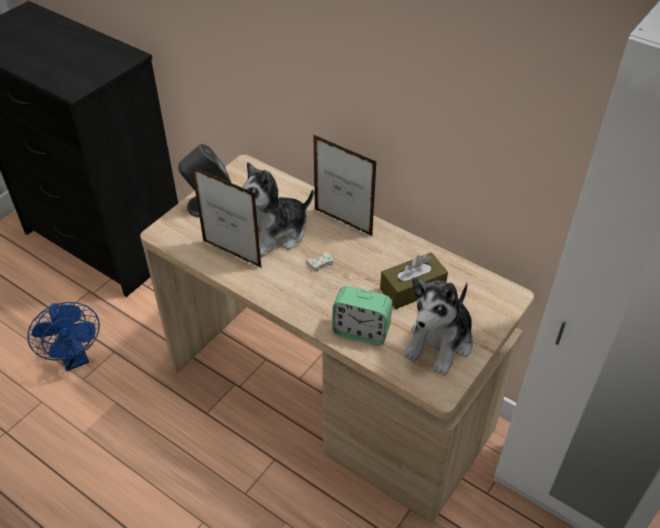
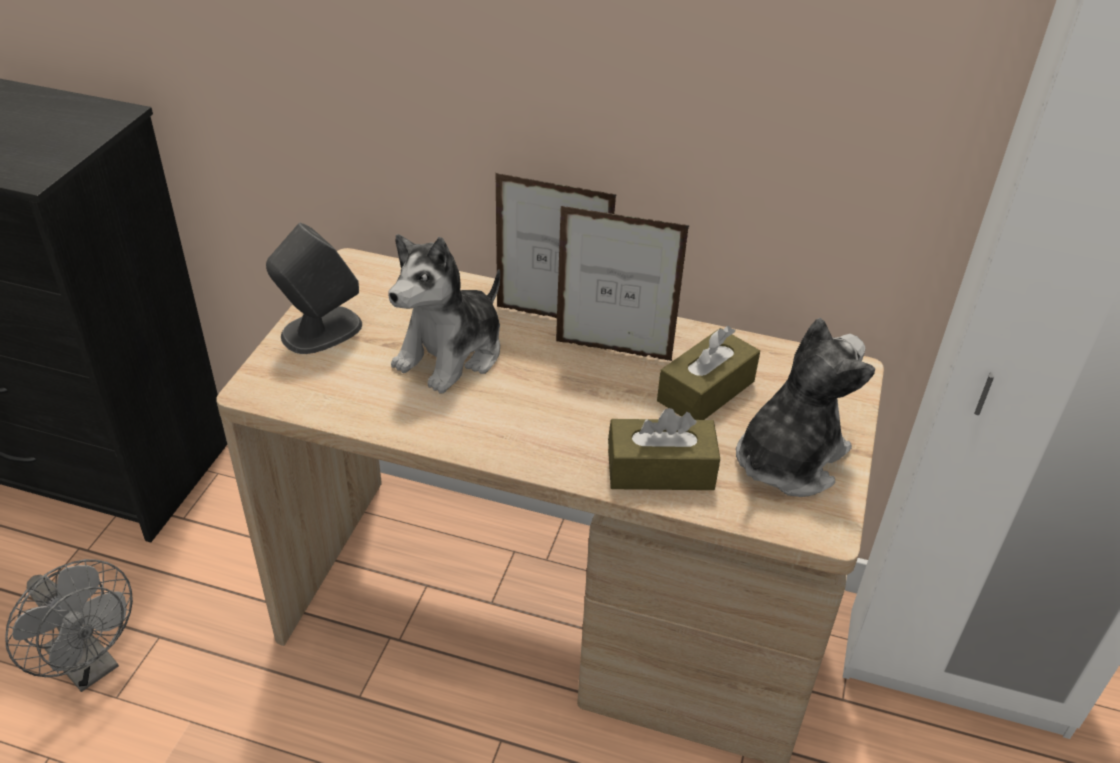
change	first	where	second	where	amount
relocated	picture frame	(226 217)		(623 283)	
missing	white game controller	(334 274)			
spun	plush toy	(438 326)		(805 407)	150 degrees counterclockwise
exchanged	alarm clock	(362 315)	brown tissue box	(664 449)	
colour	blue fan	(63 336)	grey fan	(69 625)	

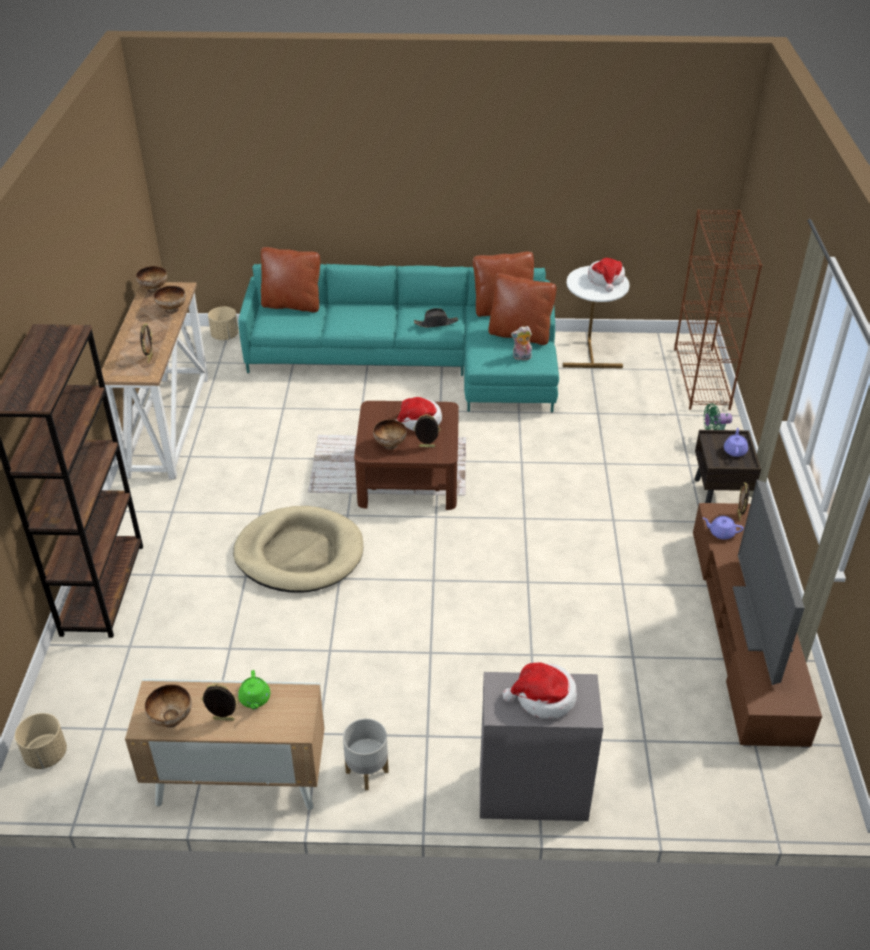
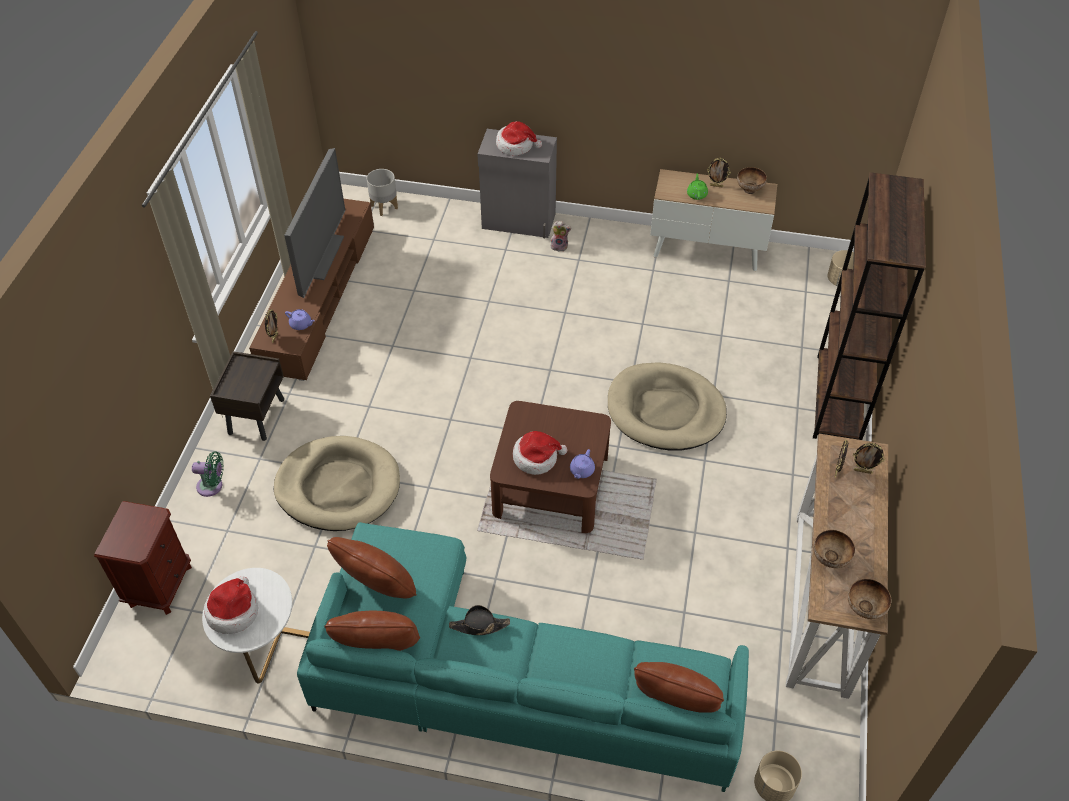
change	first	where	second	where	amount
exchanged	brown bookcase	(718 309)	brown nightstand	(143 558)	
relocated	plush toy	(521 343)		(561 236)	
relocated	picture frame	(427 430)		(869 458)	
missing	bowl	(390 435)			
relocated	purple teapot	(736 442)		(582 464)	
relocated	grey planter	(366 754)		(382 192)	
appeared			beige dog bed	(337 483)	

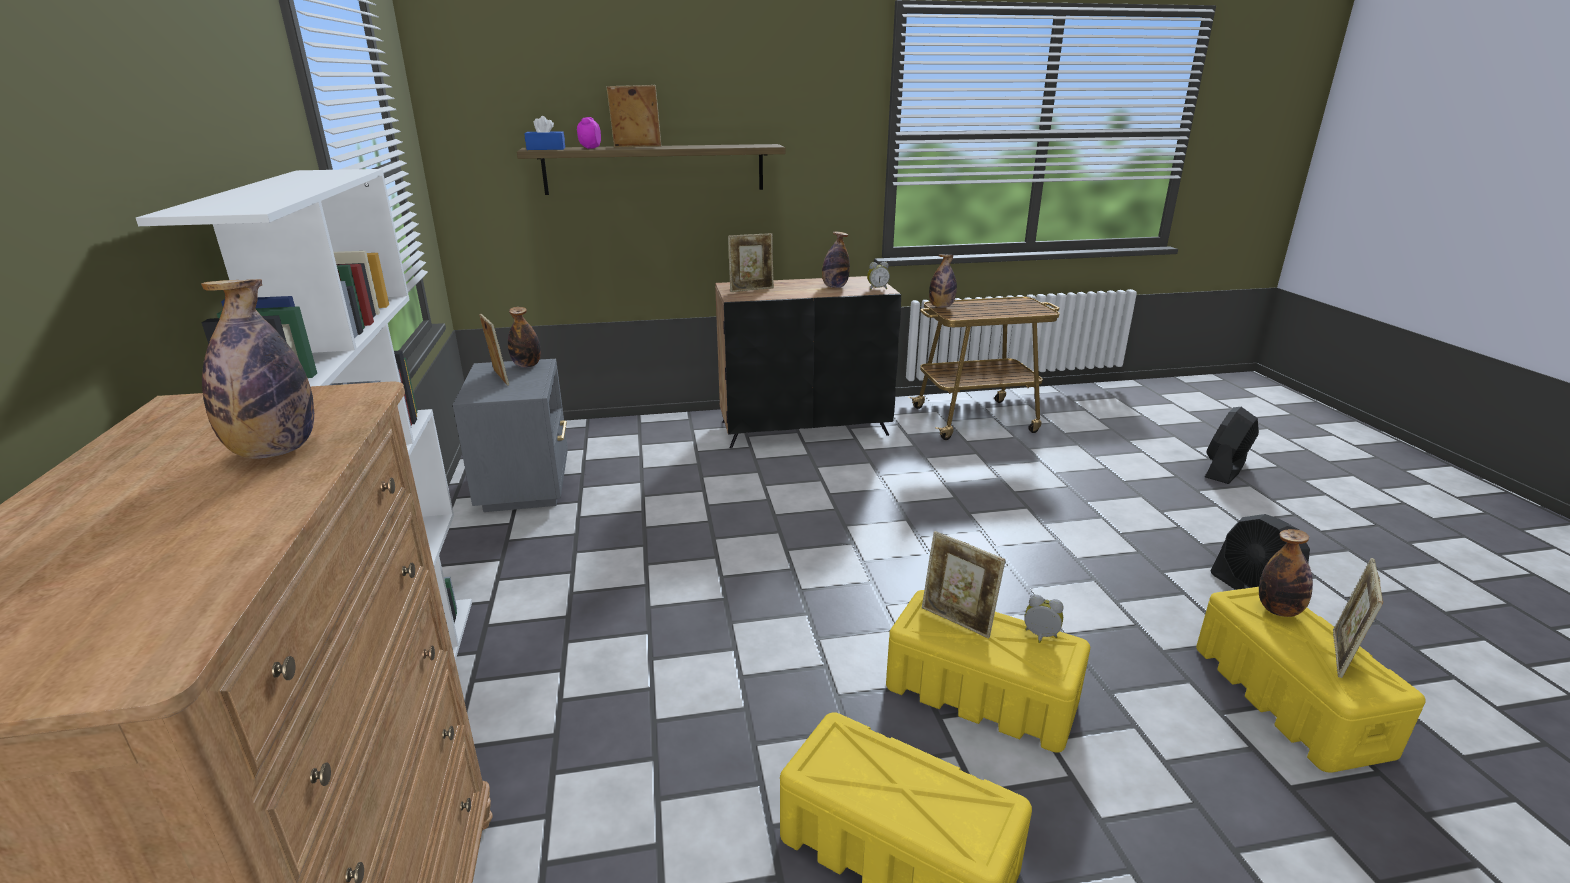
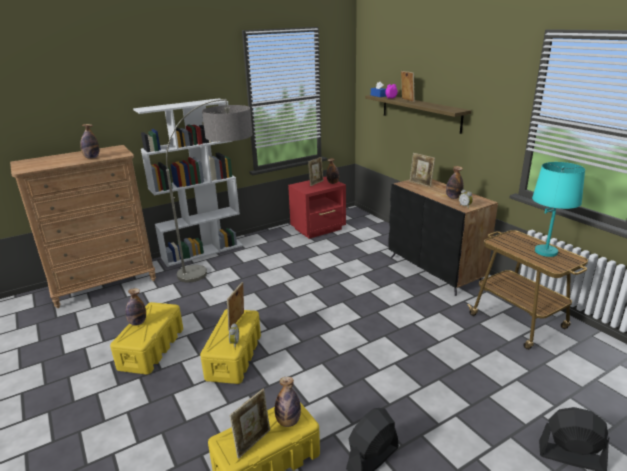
change	first	where	second	where	amount
relocated	bottle	(943 281)		(136 307)	
colour	grey nightstand	(510 435)	red nightstand	(317 207)	
spun	picture frame	(1358 618)		(250 424)	120 degrees clockwise
appeared			floor lamp	(209 191)	
appeared			turquoise table lamp	(558 209)	

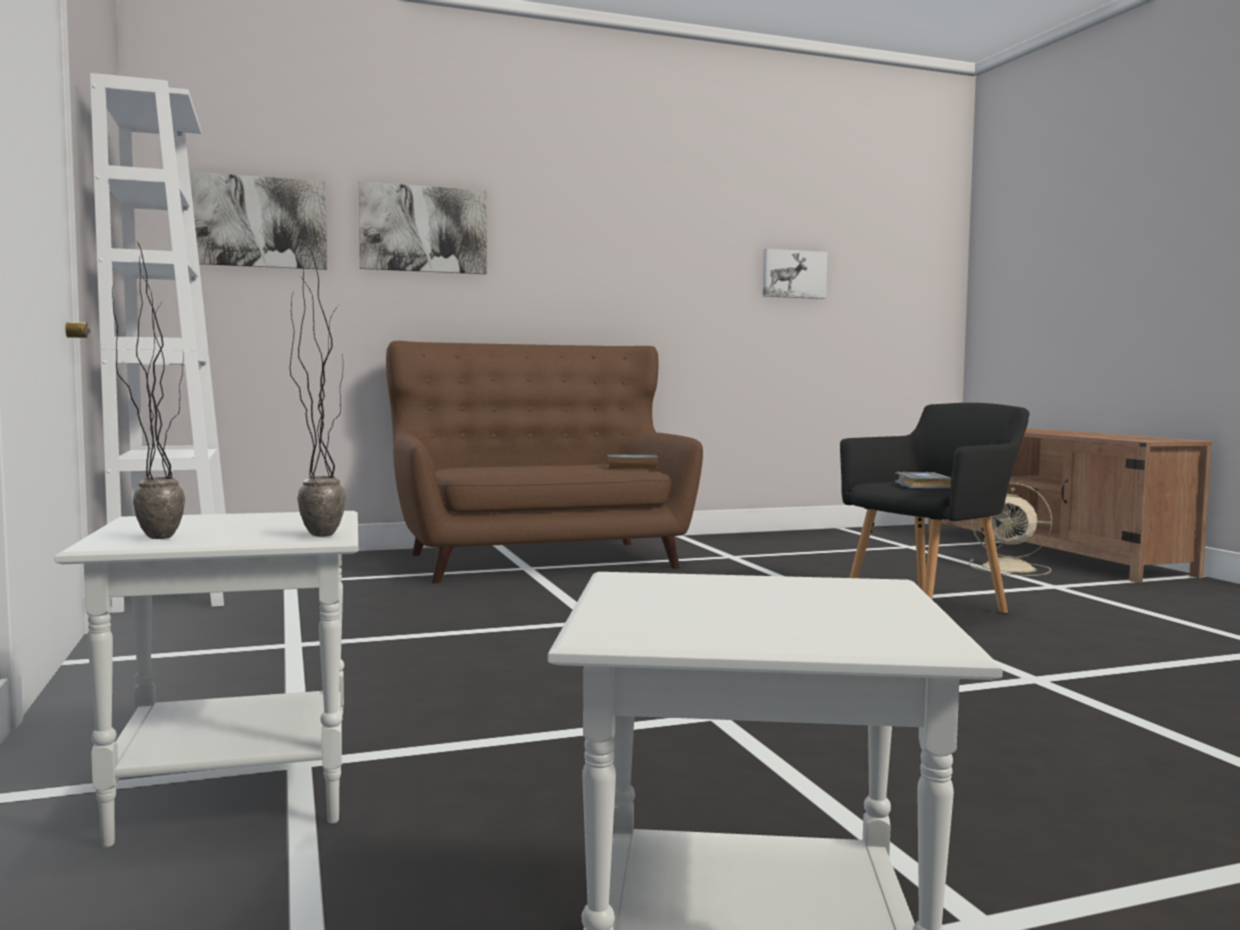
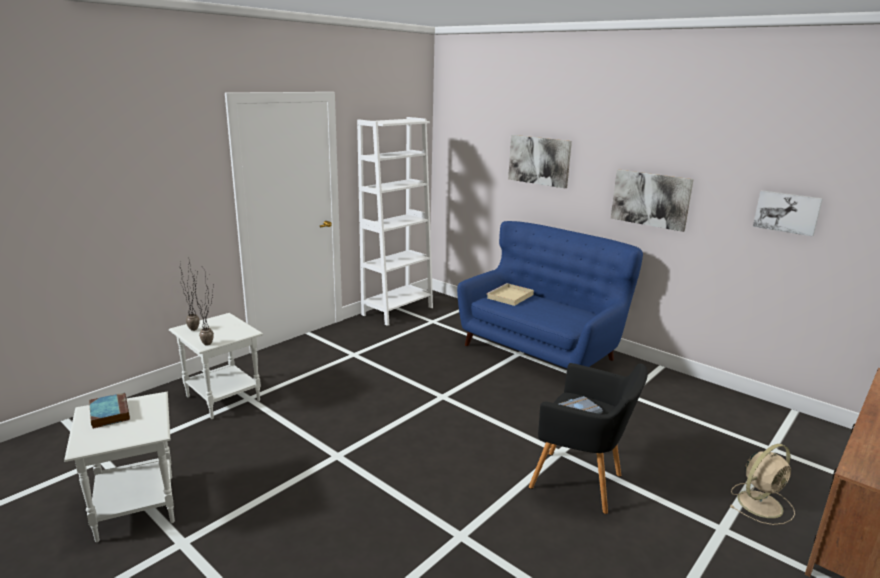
change	first	where	second	where	amount
relocated	picture	(258 221)		(652 200)	
colour	brown sofa	(544 462)	blue sofa	(550 294)	
relocated	book	(632 461)		(109 410)	
spun	beige fan	(1010 529)		(762 484)	120 degrees counterclockwise
appeared			beige tray	(510 294)	

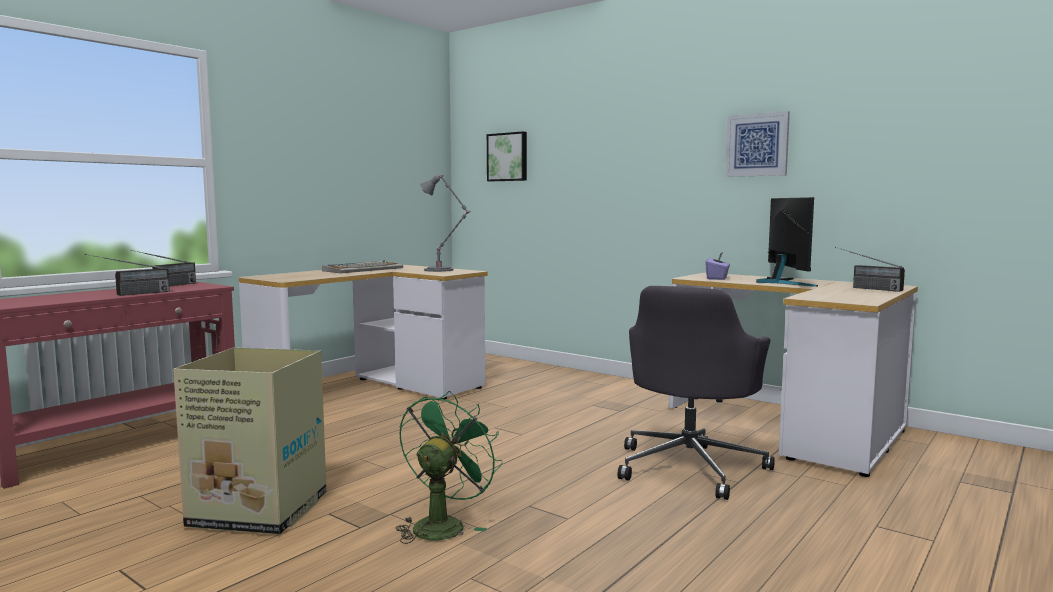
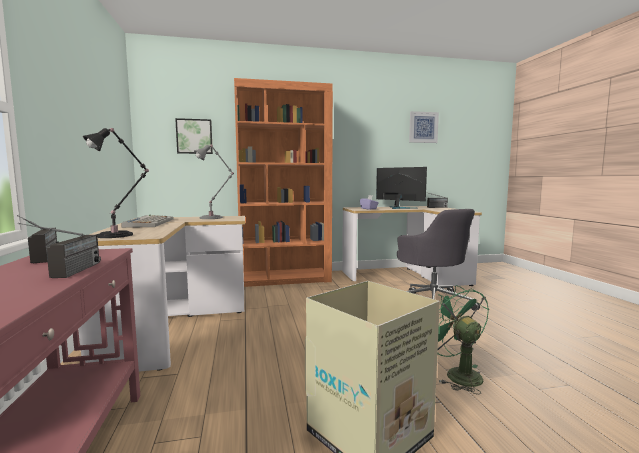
change	first	where	second	where	amount
relocated	picture	(757 144)		(424 127)	
appeared			orange bookcase	(283 182)	
appeared			black table lamp	(116 183)	

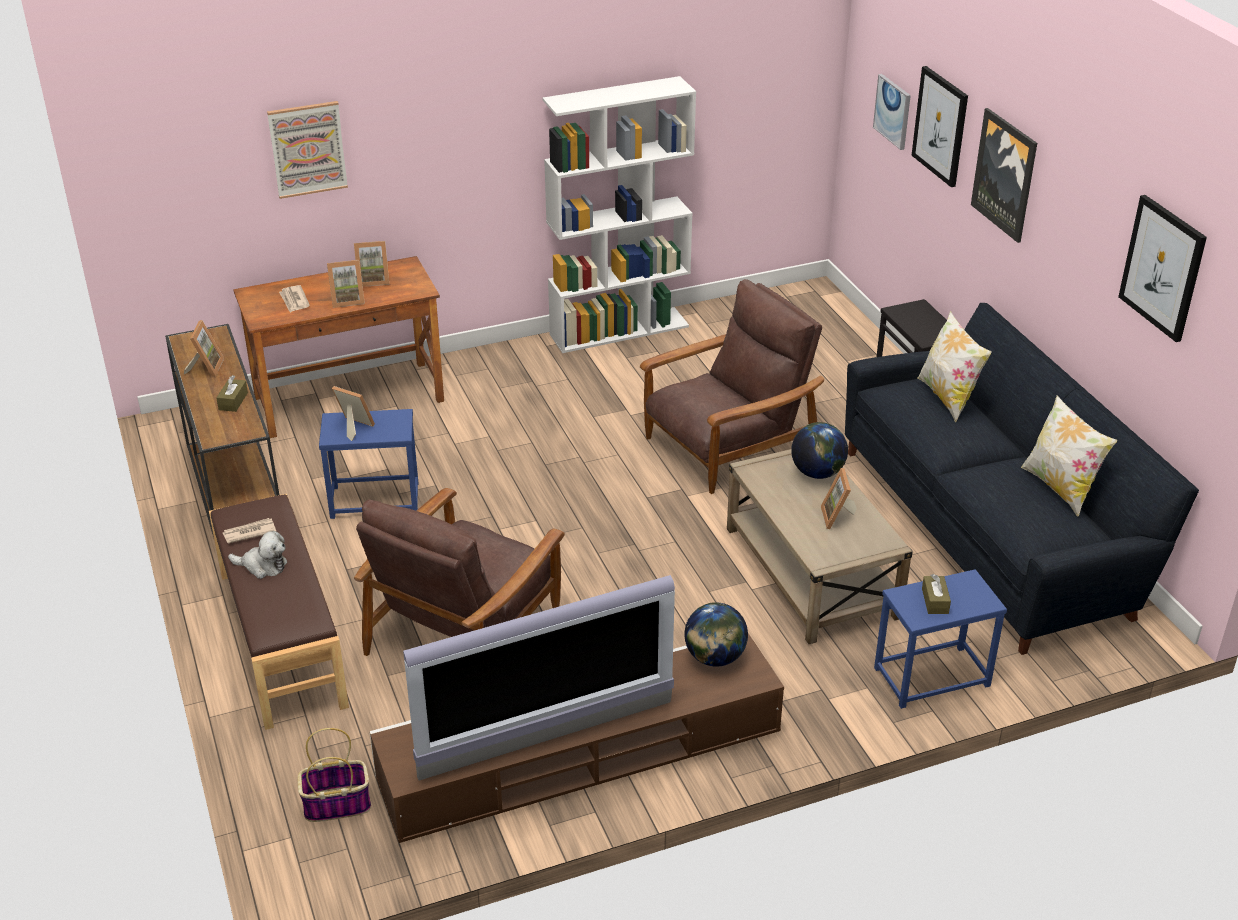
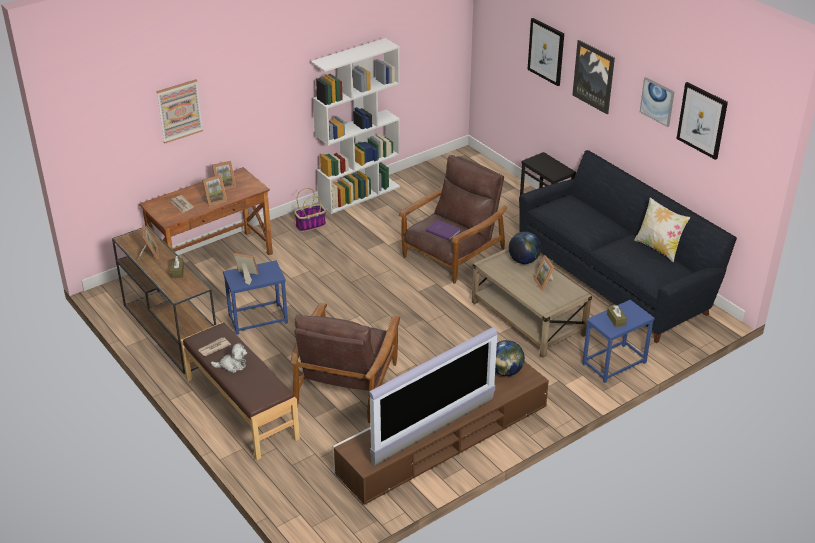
change	first	where	second	where	amount
relocated	picture	(892 112)		(657 102)	
missing	pillow	(955 366)			
relocated	basket	(334 775)		(310 210)	
appeared			purple book	(443 230)	

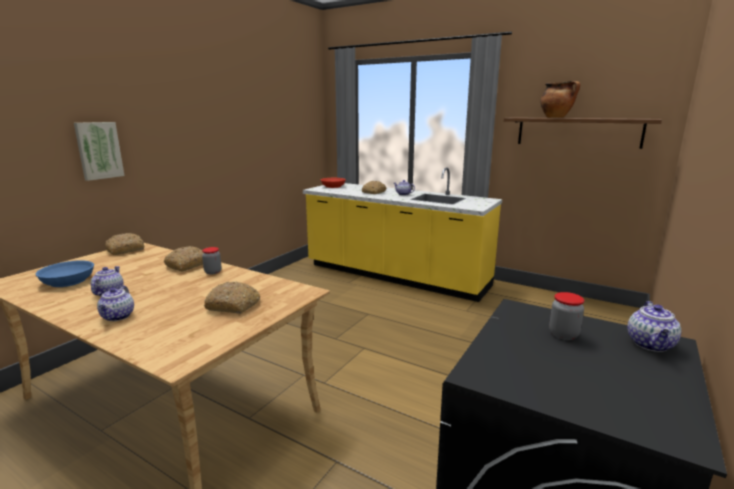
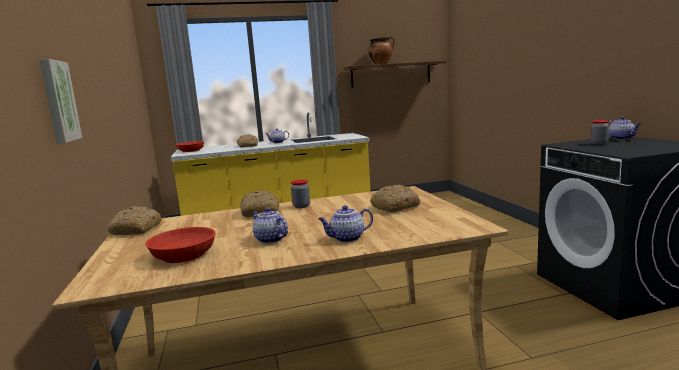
change	first	where	second	where	amount
colour	blue bowl	(64 273)	red bowl	(180 245)	
spun	teapot	(115 303)		(345 223)	120 degrees clockwise

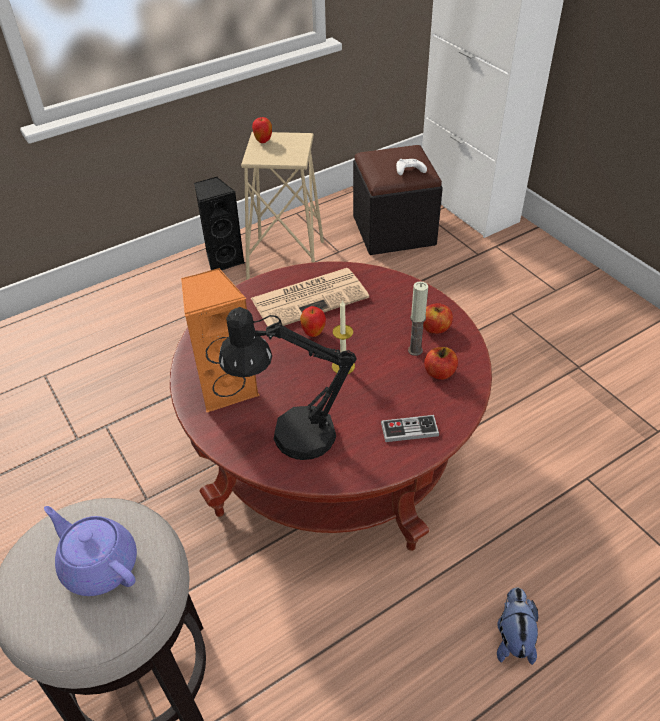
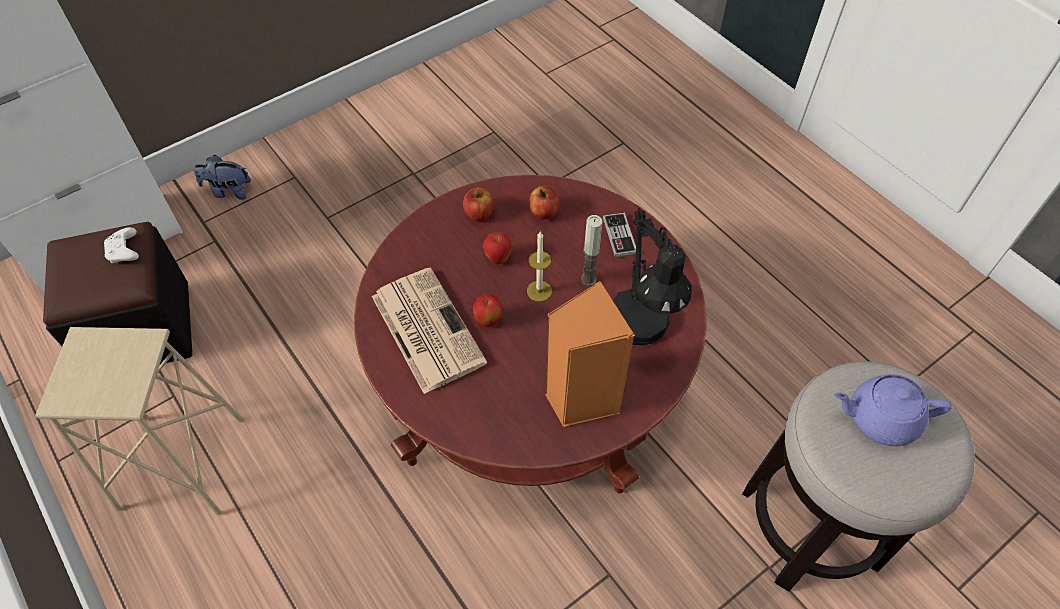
change	first	where	second	where	amount
relocated	apple	(262 130)		(497 248)	
missing	black speaker	(219 223)			
relocated	candle	(418 318)		(592 250)	
spun	purple teapot	(90 551)		(893 410)	60 degrees clockwise
relocated	plush toy	(517 626)		(222 177)	

